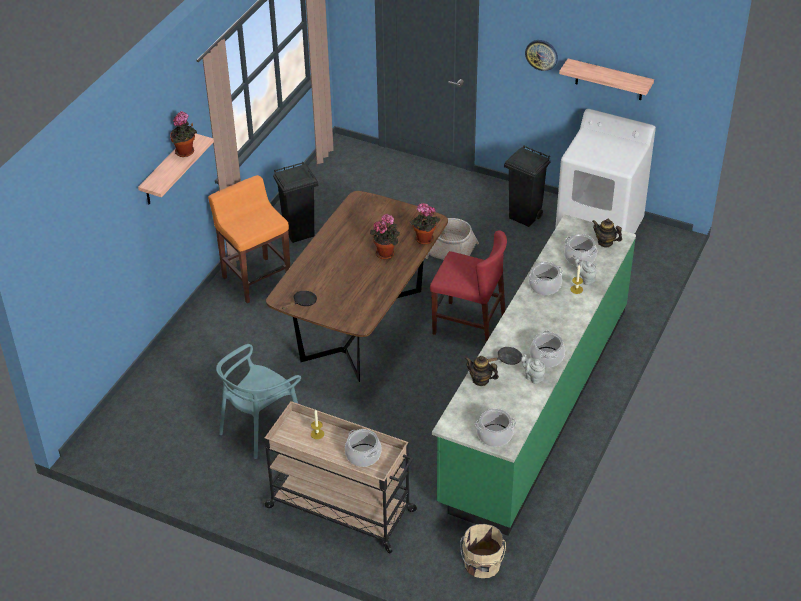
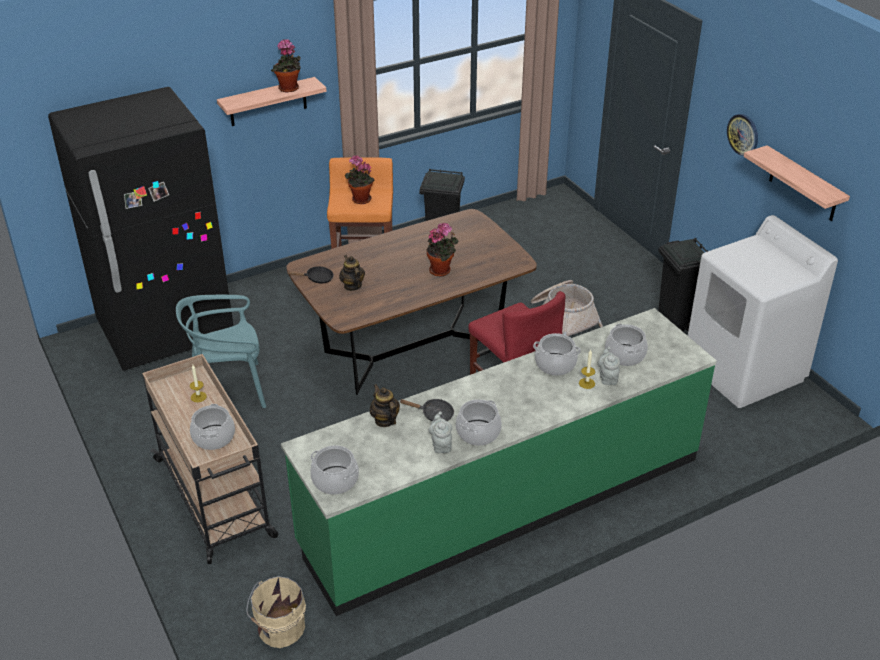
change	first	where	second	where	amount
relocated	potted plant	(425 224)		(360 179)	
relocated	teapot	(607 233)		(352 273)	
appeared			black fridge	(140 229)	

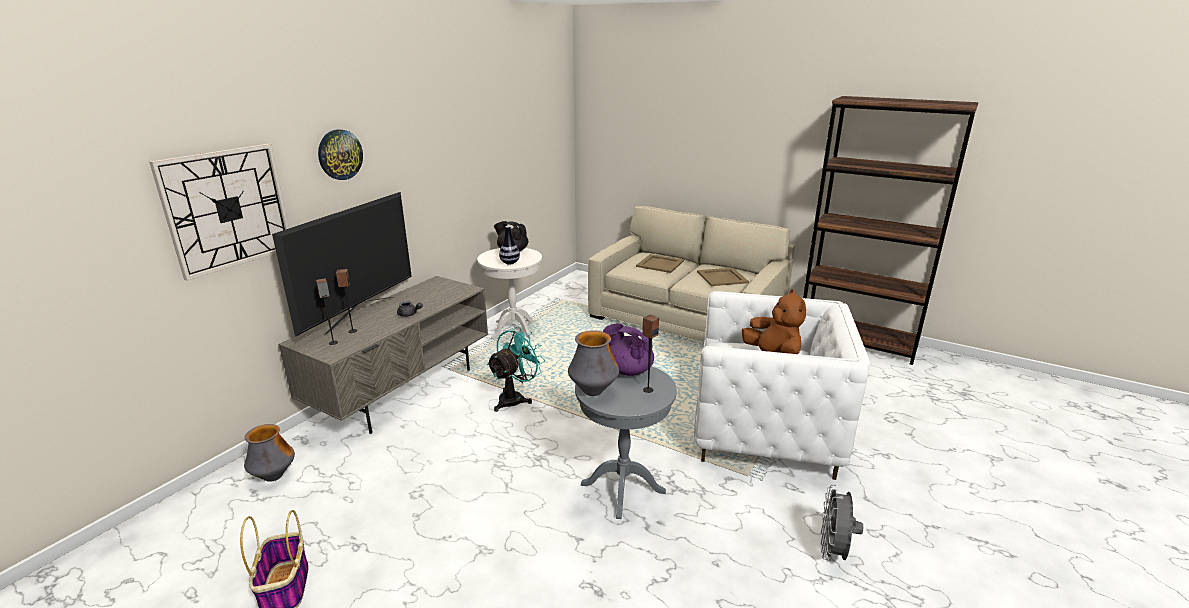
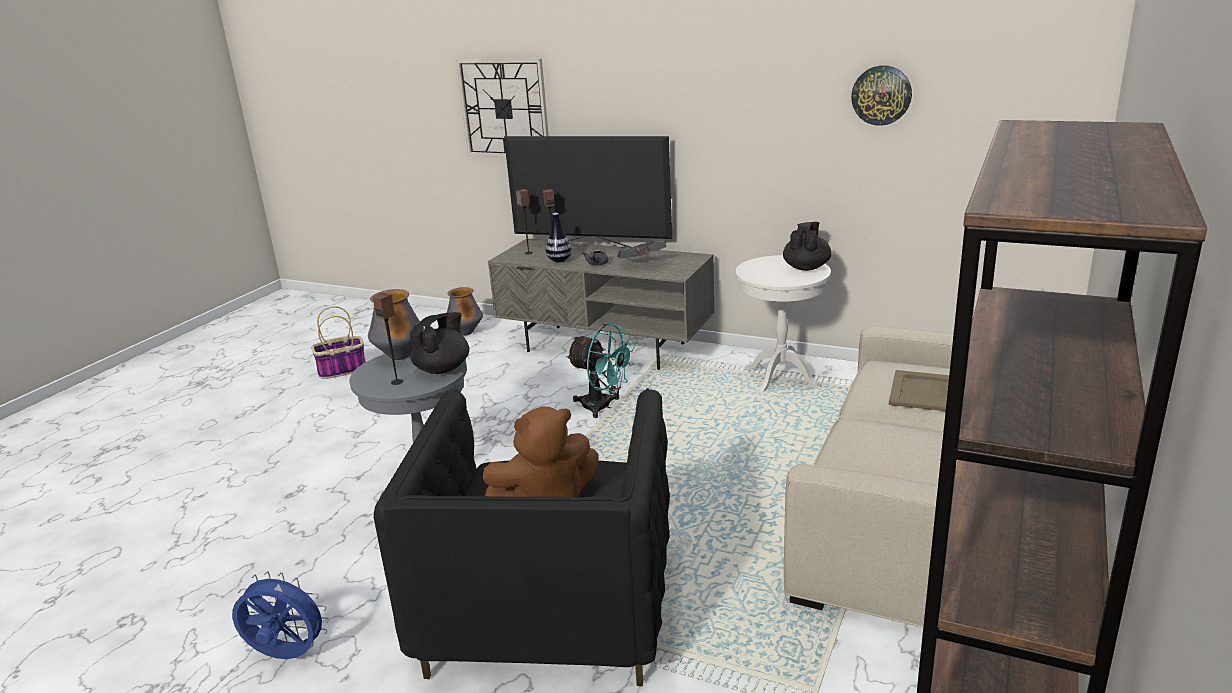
change	first	where	second	where	amount
relocated	wall clock	(340 154)		(881 95)	
relocated	vase	(509 245)		(559 237)	
missing	beige tray	(723 277)			
colour	white armchair	(782 385)	black armchair	(522 537)	
colour	purple teapot	(628 349)	black teapot	(439 343)	
colour	grey fan	(842 523)	blue fan	(280 615)	
appeared			newspaper	(642 249)	

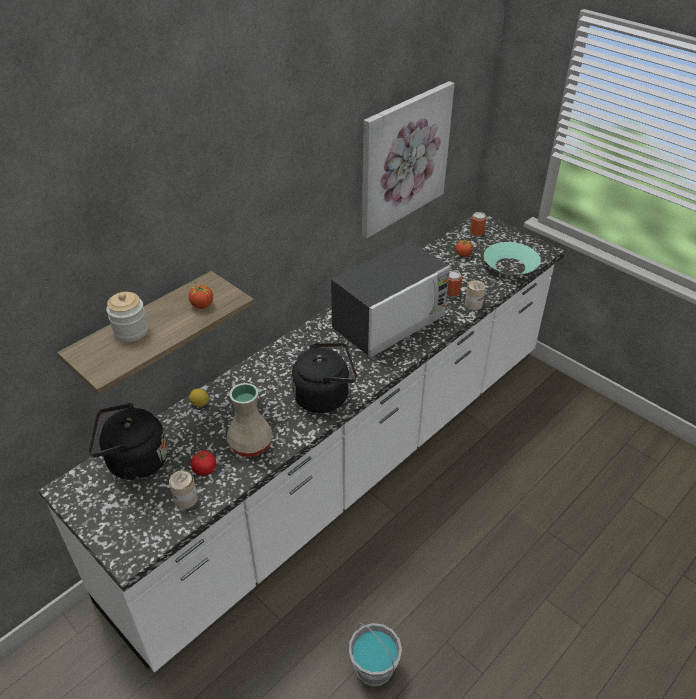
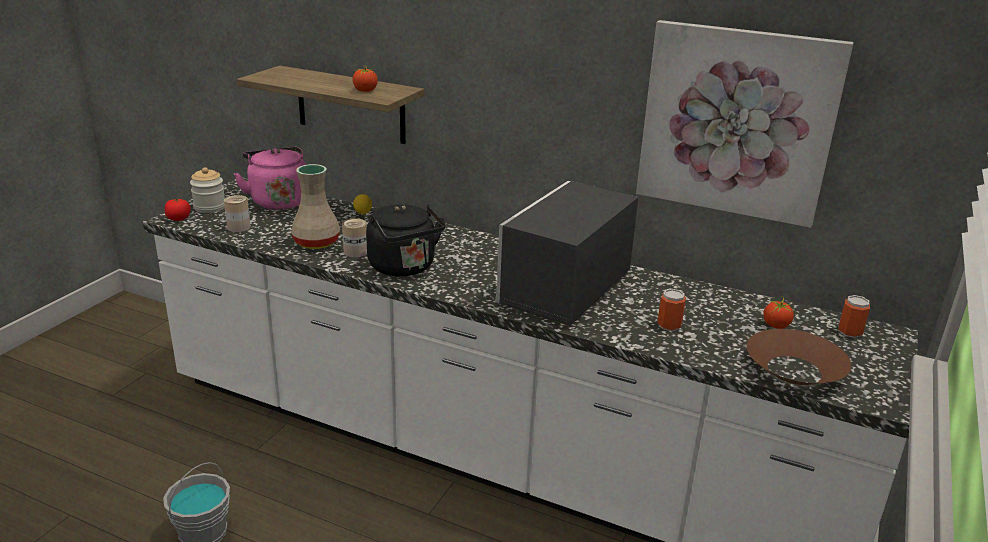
change	first	where	second	where	amount
spun	microwave	(390 299)		(566 253)	90 degrees clockwise
colour	turquoise bowl	(512 258)	brown bowl	(799 357)	
relocated	can	(475 295)		(354 238)	
relocated	jar	(127 317)		(207 190)	
colour	black kettle	(128 441)	pink kettle	(270 178)	
relocated	tomato	(203 463)		(178 209)	

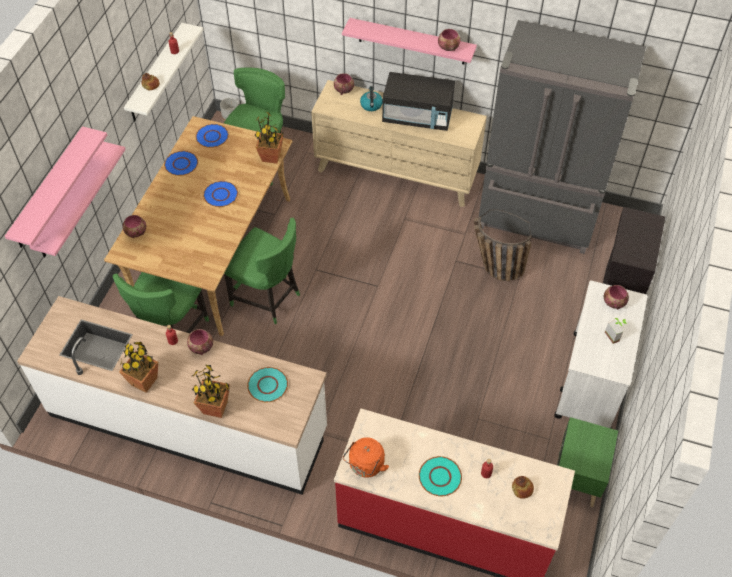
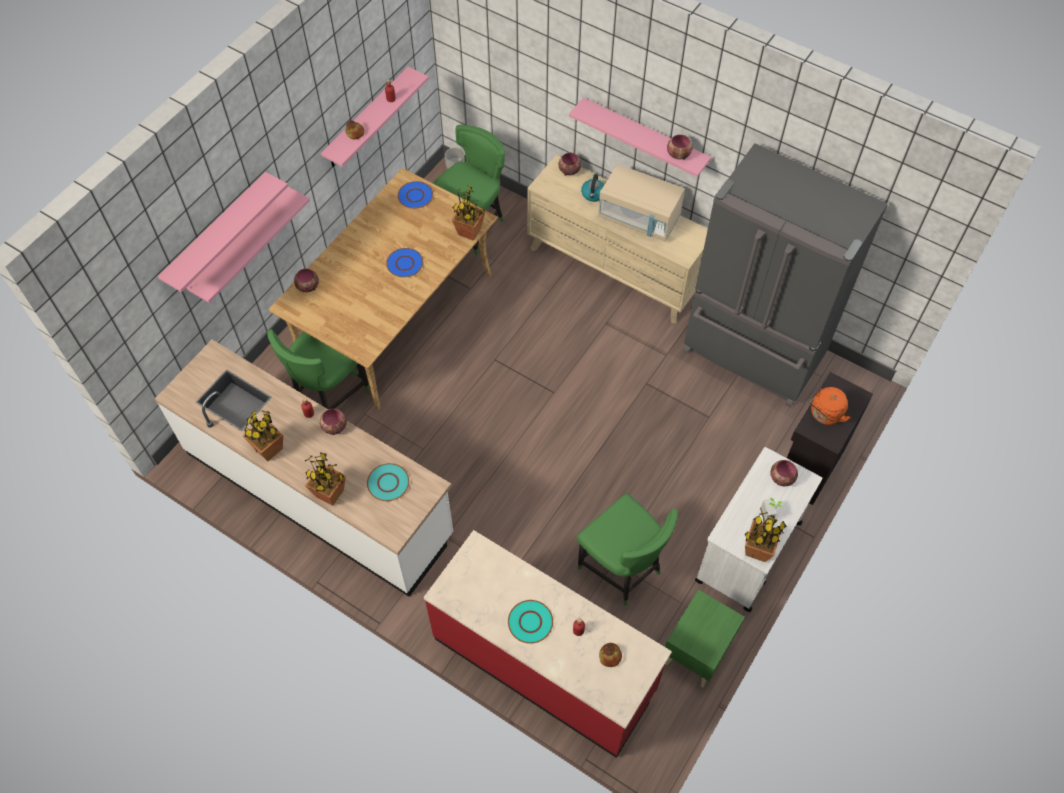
change	first	where	second	where	amount
colour	white shelf	(163 72)	pink shelf	(375 117)	
colour	black microwave	(418 101)	beige microwave	(641 203)	
missing	blue plate	(181 163)			
missing	basket	(503 245)			
relocated	green chair	(262 271)		(627 549)	
relocated	orange kettle	(366 457)		(830 406)	
appeared			potted plant	(766 537)	

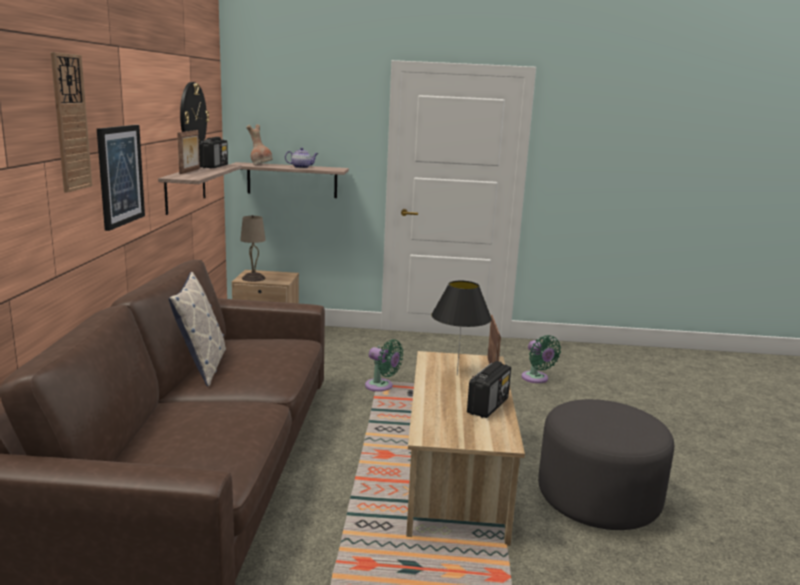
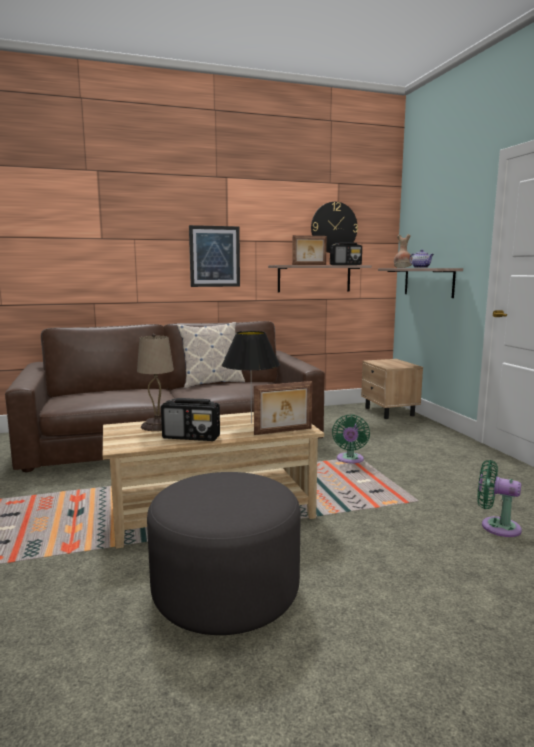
change	first	where	second	where	amount
missing	wall clock	(71 122)			
relocated	beige table lamp	(253 248)		(155 382)	
spun	green fan	(541 359)		(499 498)	75 degrees clockwise

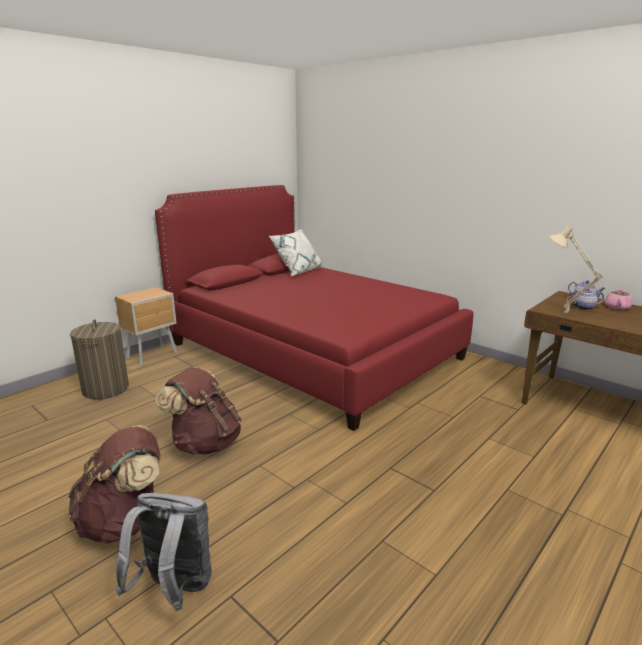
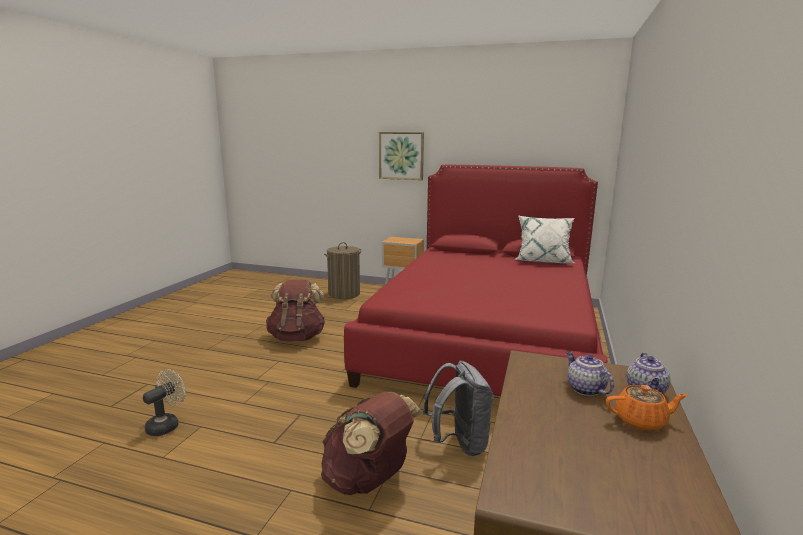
change	first	where	second	where	amount
missing	beige table lamp	(576 270)			
colour	pink teapot	(618 299)	orange teapot	(646 408)	
relocated	brown backpack	(115 484)		(372 443)	
relocated	grey backpack	(164 552)		(458 408)	
appeared			picture	(401 156)	
appeared			beige fan	(164 402)	

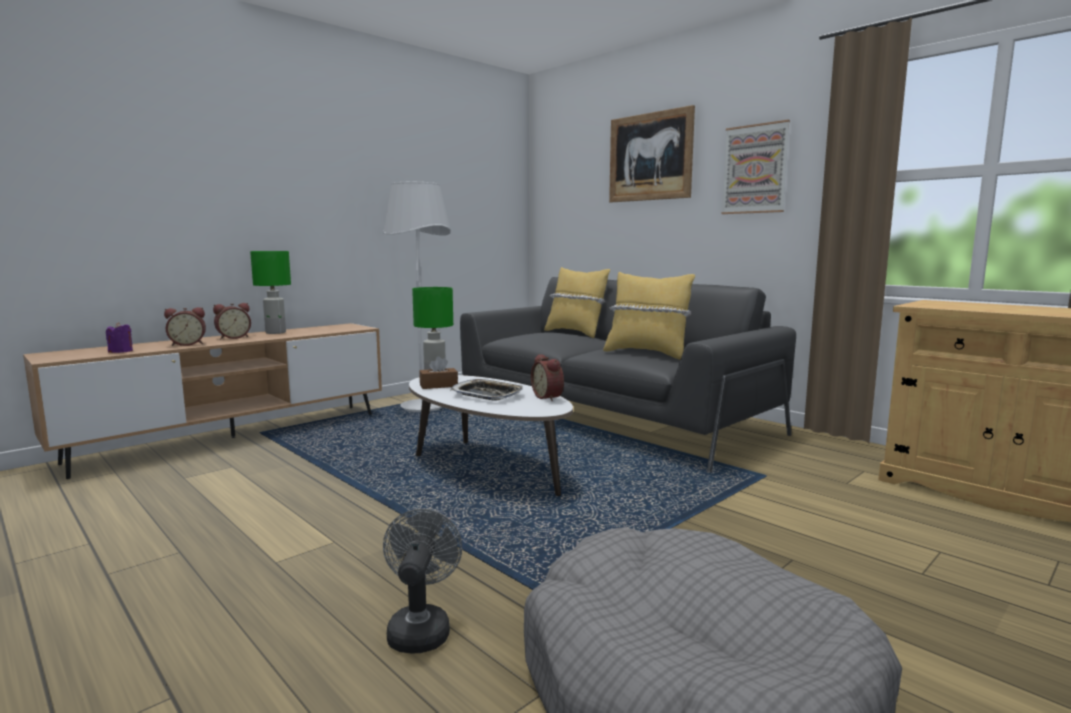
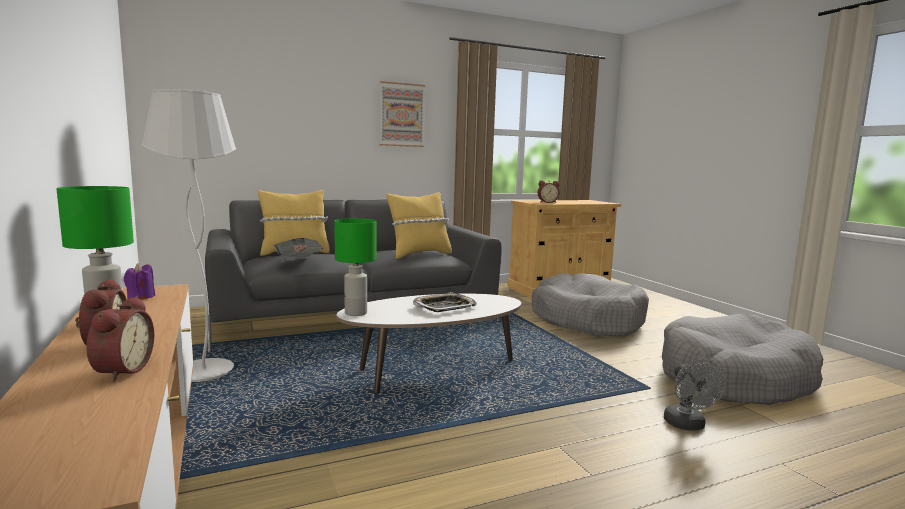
change	first	where	second	where	amount
missing	picture	(652 154)			
relocated	purple candle	(119 337)		(139 281)	
relocated	alarm clock	(547 377)		(549 191)	
missing	brown tissue box	(438 372)			
spun	grey fan	(422 581)		(695 394)	120 degrees counterclockwise
appeared			newspaper	(298 248)	
appeared			grey dog bed	(590 305)	

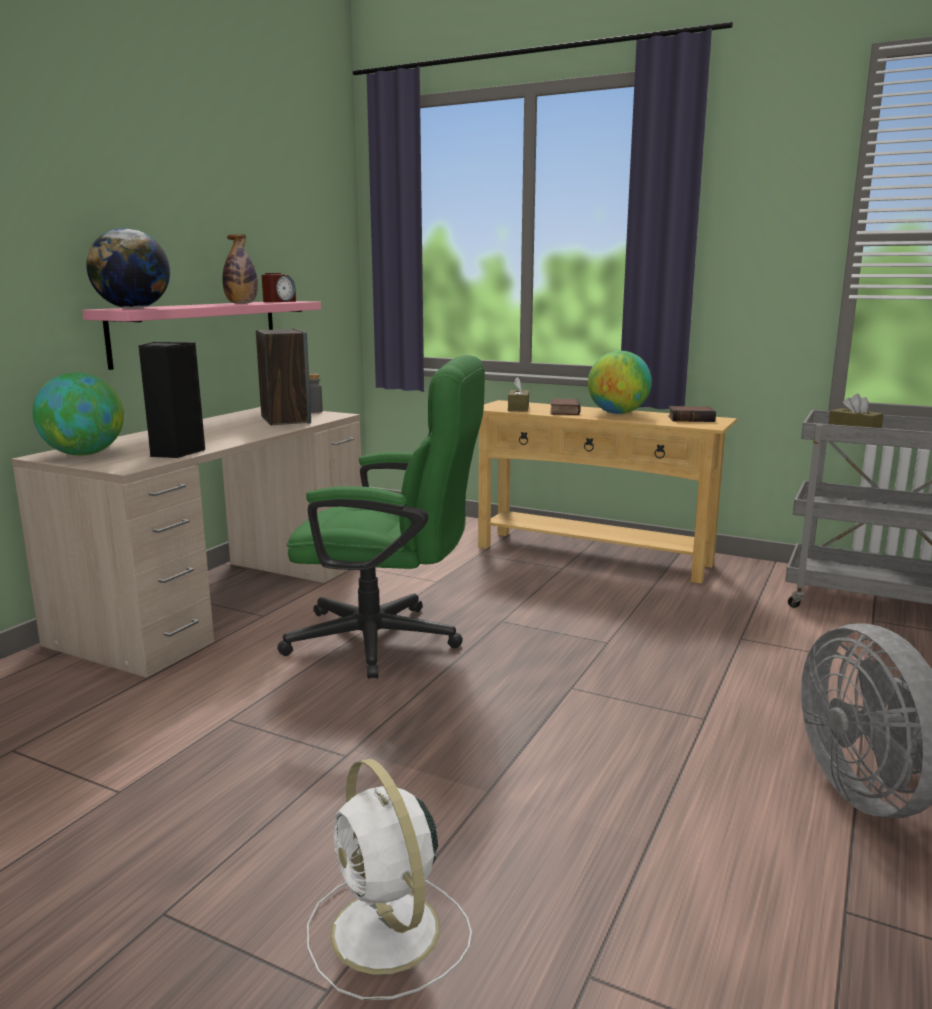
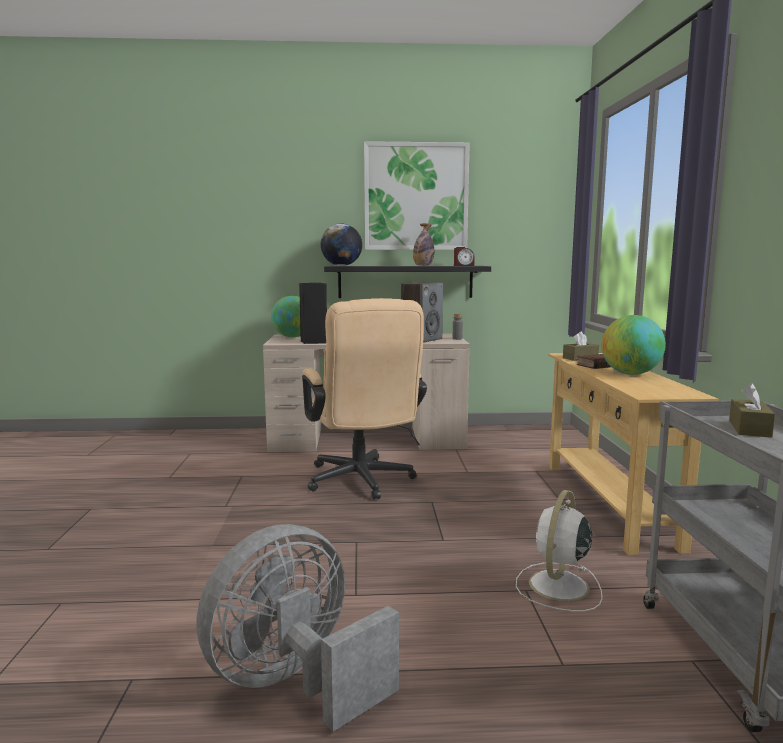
change	first	where	second	where	amount
colour	pink shelf	(201 335)	black shelf	(407 282)	
colour	green office chair	(381 517)	beige office chair	(364 398)	
missing	book	(692 414)			
relocated	white fan	(389 879)		(559 551)	
appeared			picture	(417 195)	

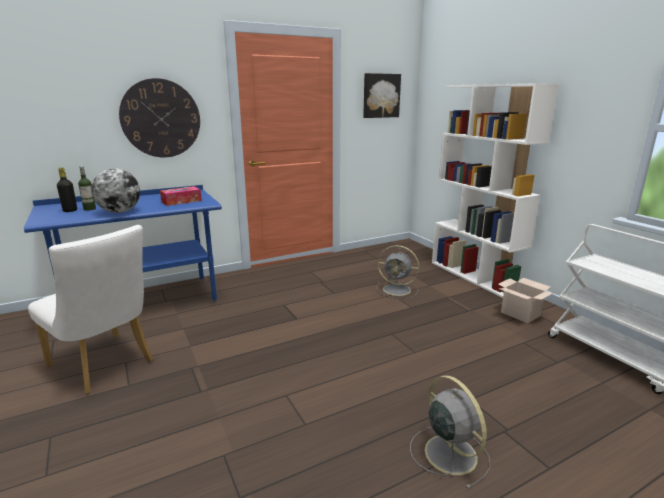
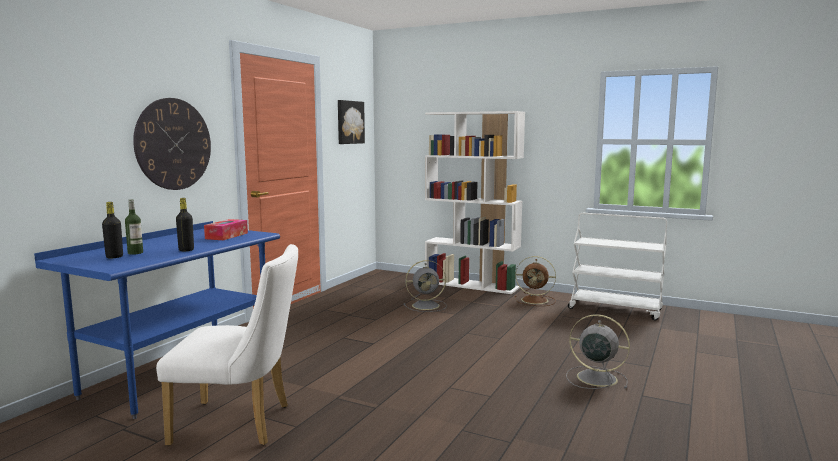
change	first	where	second	where	amount
exchanged	globe	(115 190)	black bottle	(185 224)	
exchanged	cardboard box	(525 300)	brown fan	(535 281)	

